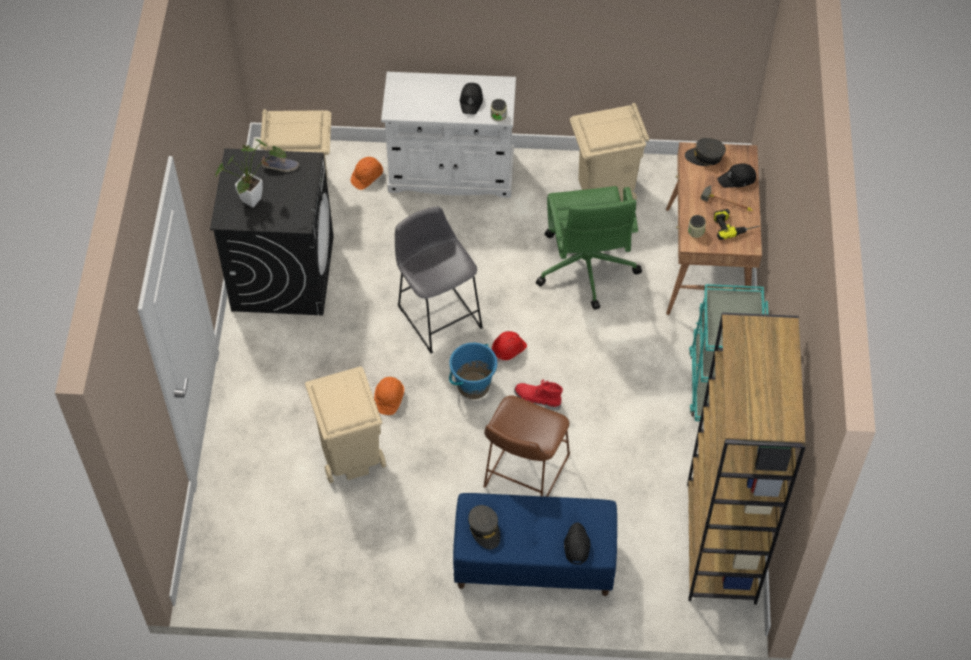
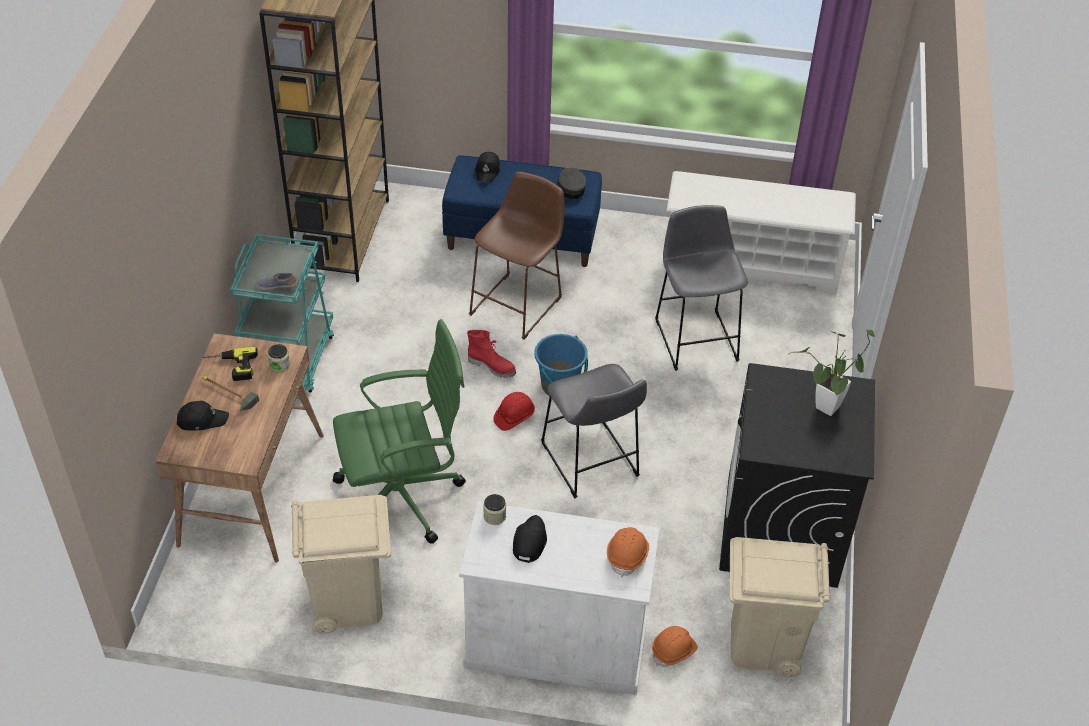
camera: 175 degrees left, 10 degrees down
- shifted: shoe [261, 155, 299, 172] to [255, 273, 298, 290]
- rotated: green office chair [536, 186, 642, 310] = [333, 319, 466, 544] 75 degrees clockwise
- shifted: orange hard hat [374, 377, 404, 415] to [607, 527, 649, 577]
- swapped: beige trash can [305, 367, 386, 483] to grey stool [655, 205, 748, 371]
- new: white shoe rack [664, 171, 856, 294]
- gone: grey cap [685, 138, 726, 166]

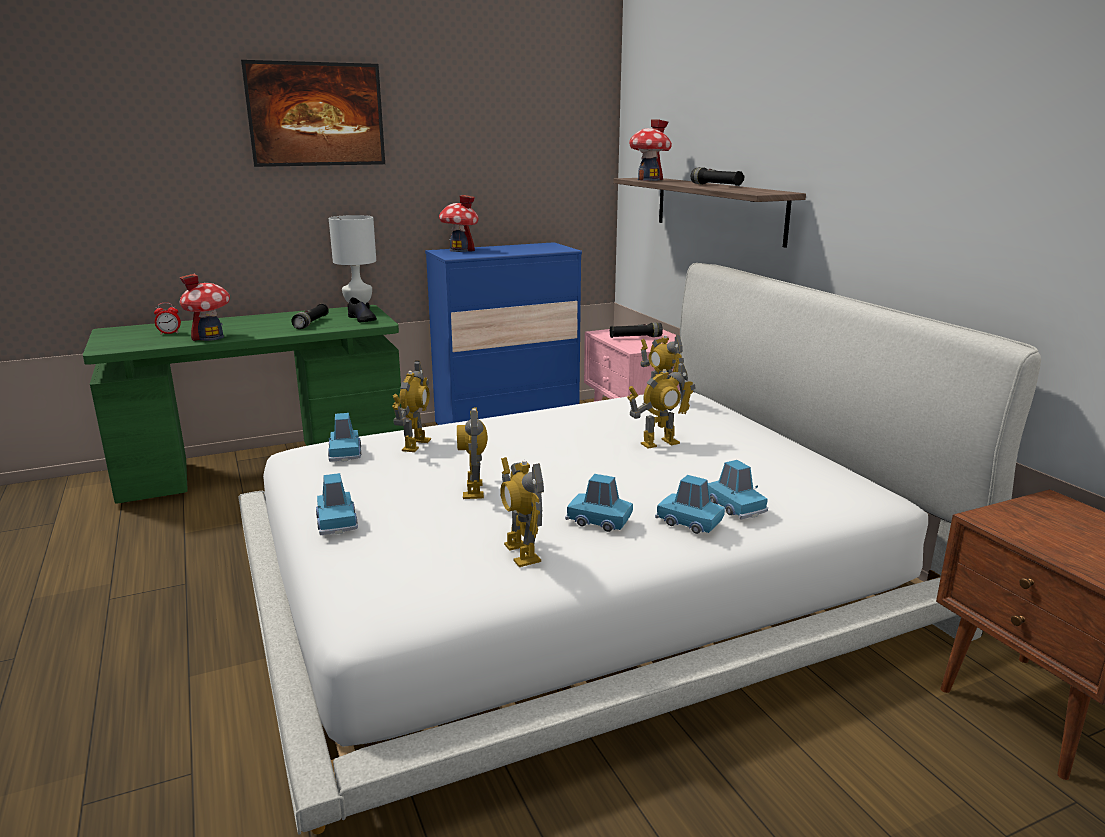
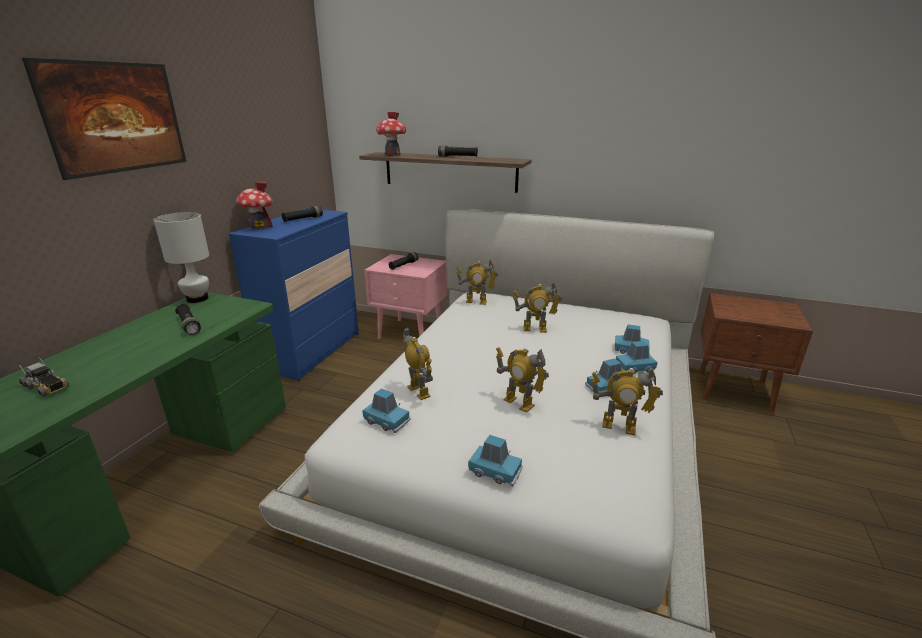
camera: 45 degrees left, 5 degrees up
- swapped: alarm clock [154, 303, 181, 334] to toy truck [19, 357, 69, 397]
- new: black flashlight [282, 206, 323, 222]
- rotated: toy robot [627, 362, 696, 449] = [513, 282, 562, 333] 75 degrees clockwise
- gone: toy house [179, 274, 230, 341]
- gone: black shoe [348, 297, 377, 322]

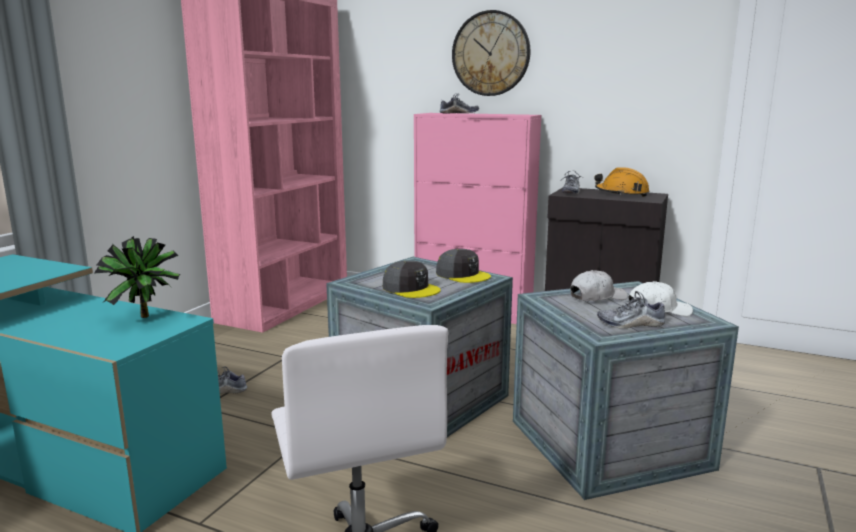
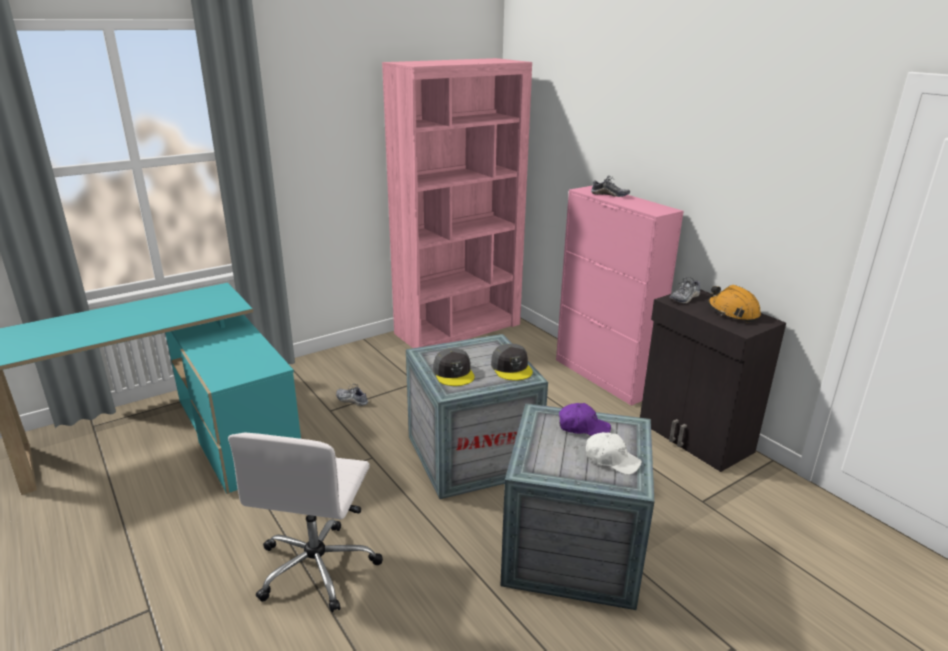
camera: 30 degrees right, 10 degrees up
- repainted: white cap [571, 270, 627, 301] to purple cap [559, 403, 611, 436]
- gone: potted plant [94, 236, 181, 318]
- gone: wall clock [452, 10, 531, 96]
- gone: shoe [597, 291, 665, 329]

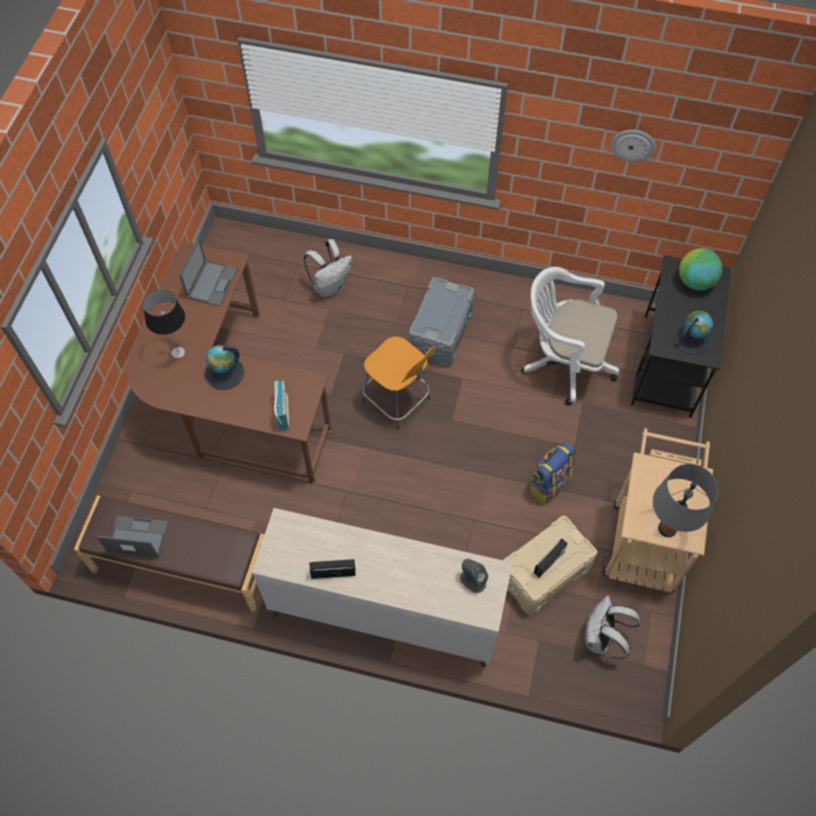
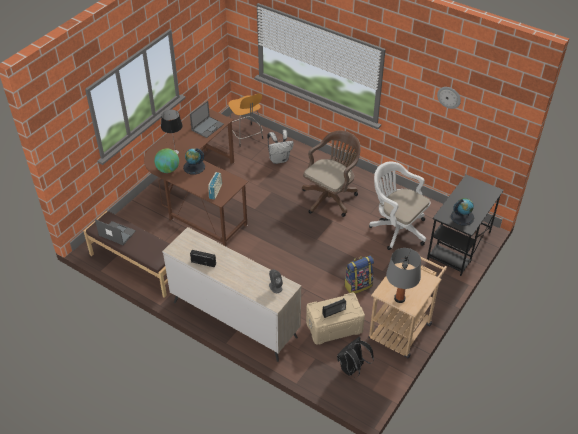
camera: 20 degrees right, 15 degrees down
- shifted: globe [679, 248, 723, 290] to [154, 149, 179, 173]
- shifted: orange stool [362, 336, 436, 430] to [228, 94, 263, 147]
- swapped: grey storage box [409, 277, 474, 368] to brown office chair [302, 131, 361, 217]
- repainted: white backpack [585, 595, 640, 659] to black backpack [337, 336, 374, 377]

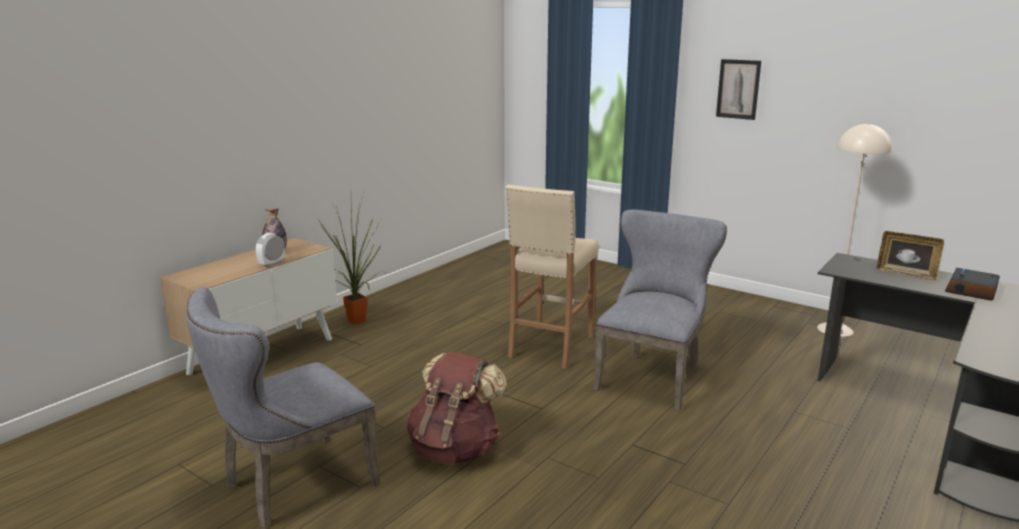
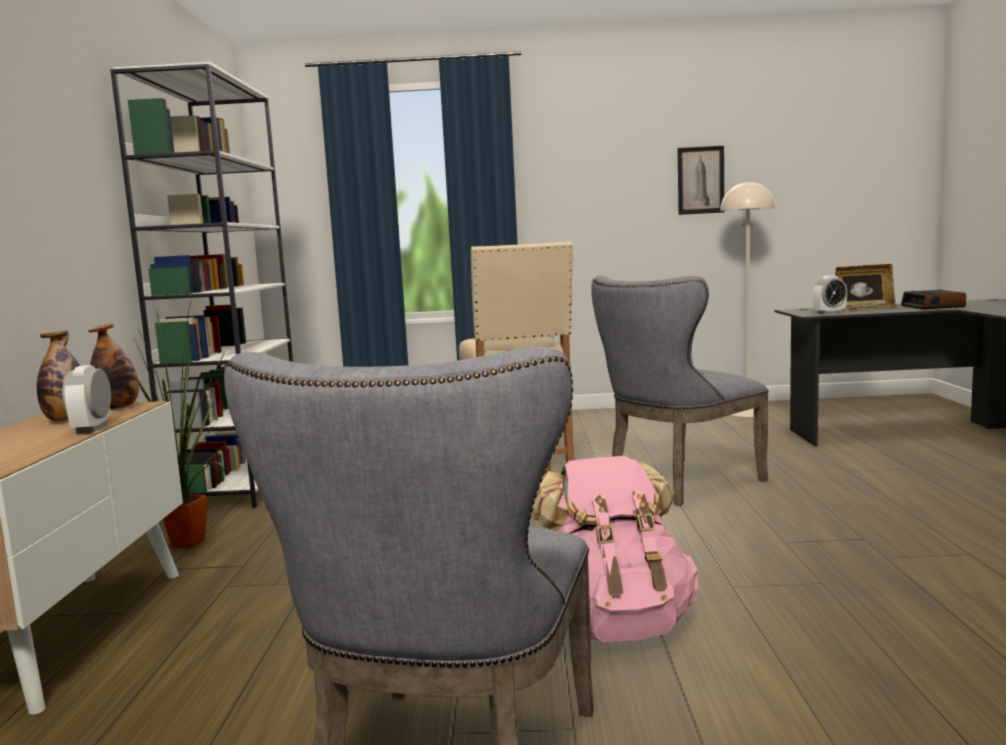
camera: 35 degrees left, 10 degrees down
- new: bottle [88, 324, 139, 409]
- new: white bookcase [110, 62, 293, 508]
- repainted: brown backpack [406, 352, 507, 465] to pink backpack [531, 456, 698, 642]
- rotated: grey chair [593, 210, 727, 411] = [591, 276, 769, 506] 120 degrees counterclockwise
- shifted: picture [716, 59, 761, 120] to [678, 146, 724, 215]
- new: alarm clock [812, 275, 847, 314]

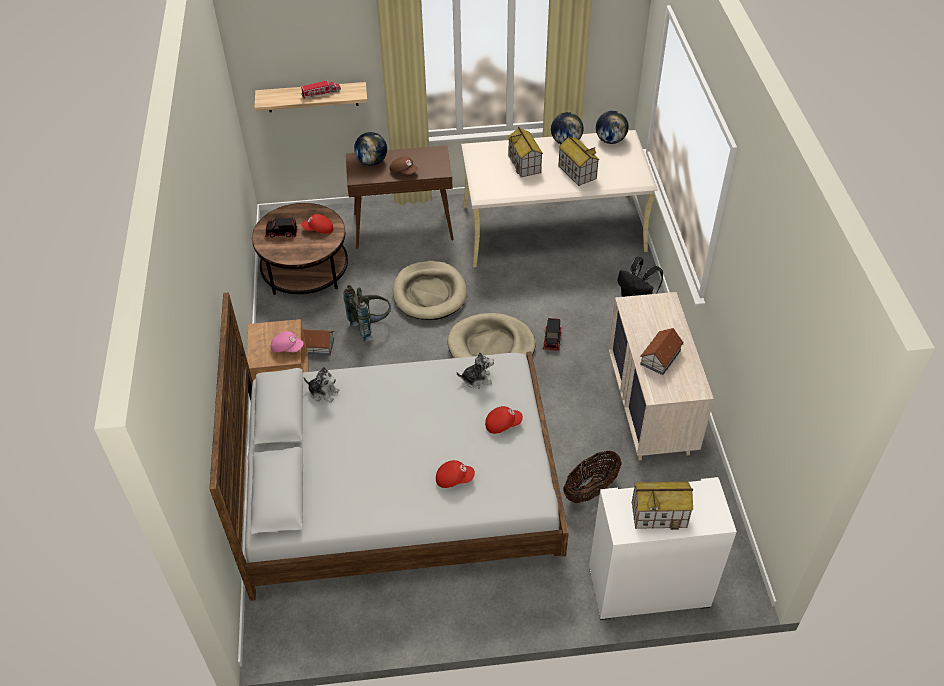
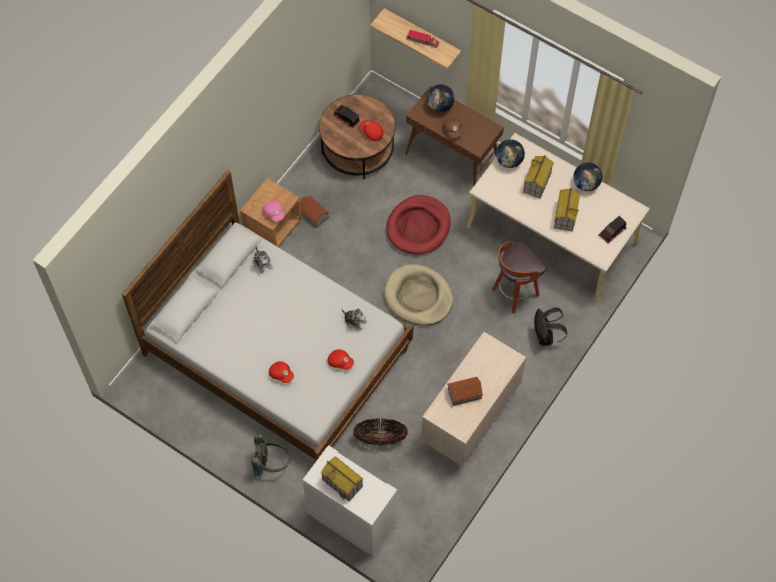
camera: 40 degrees right, 15 degrees up
- shifted: grey backpack [344, 285, 391, 342] to [251, 434, 291, 479]
- repainted: beige dog bed [393, 261, 467, 320] to red dog bed [386, 195, 450, 254]
- new: stool [492, 242, 546, 313]
- shifted: globe [596, 111, 628, 144] to [496, 139, 525, 168]
- shifted: toy truck [543, 318, 562, 351] to [598, 216, 627, 243]

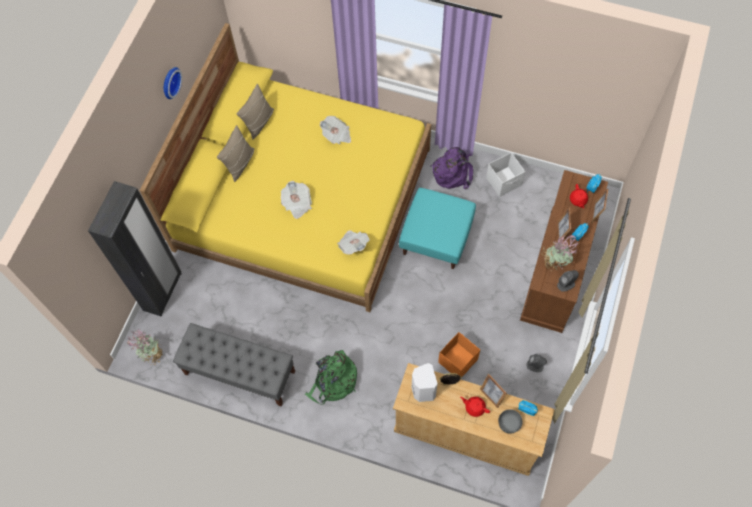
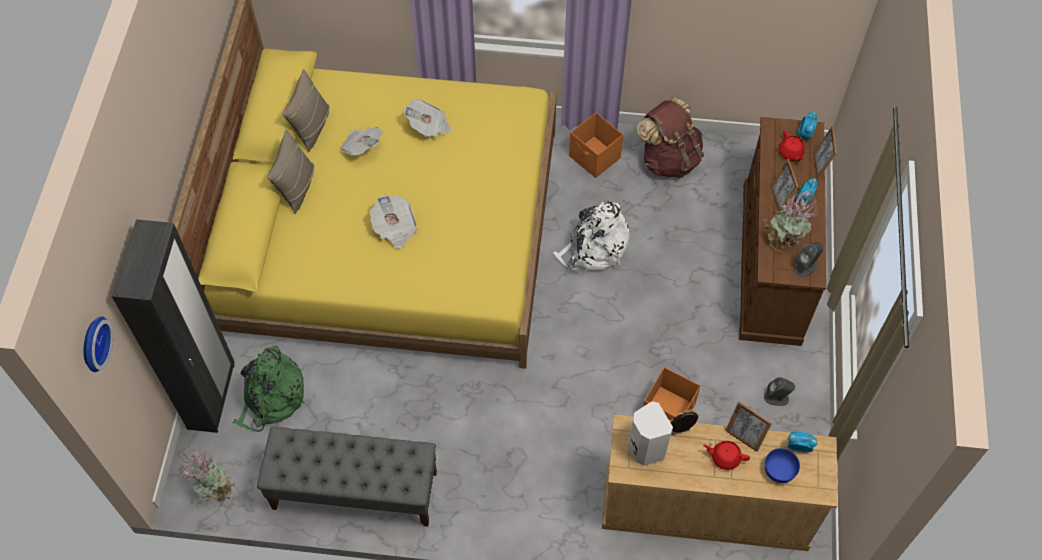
camera: 15 degrees left, 5 degrees down
- shifted: wall clock [164, 67, 182, 99] to [83, 316, 113, 372]
- shifted: green backpack [305, 350, 357, 405] to [233, 346, 305, 432]
- shifted: newspaper [337, 230, 370, 255] to [339, 127, 383, 155]
- swapped: turquoise ottoman [399, 188, 476, 269] to white backpack [553, 201, 630, 271]
- swapped: purple backpack [430, 147, 473, 189] to orange storage box [569, 113, 623, 178]
- swapped: white storage box [486, 152, 525, 197] to brown backpack [637, 97, 704, 178]
- repainted: grey bowl [499, 409, 522, 434] to blue bowl [765, 448, 800, 483]

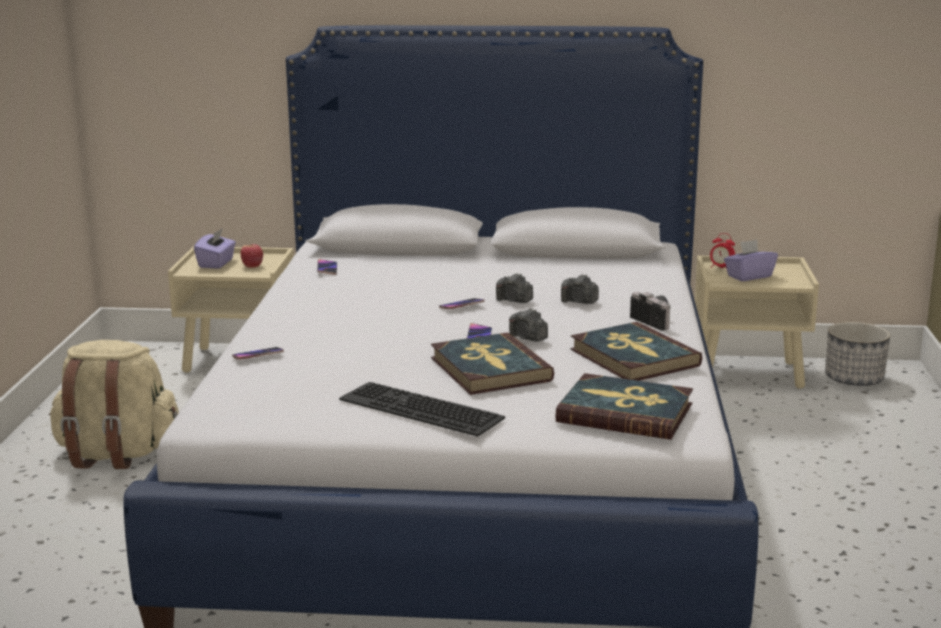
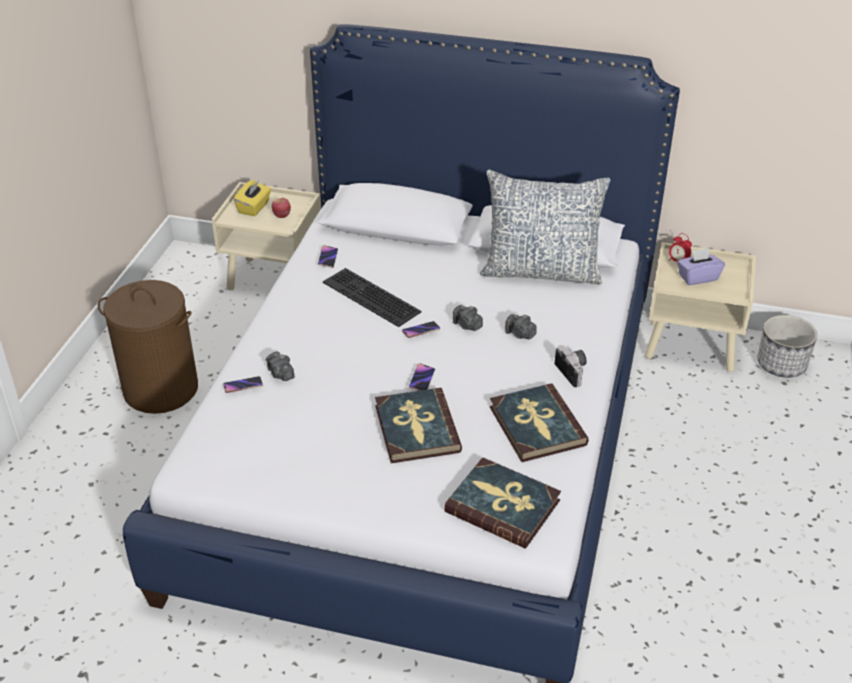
camera: 10 degrees right, 20 degrees up
- swapped: beige backpack [49, 340, 179, 469] to brown laundry basket [98, 280, 198, 414]
- repainted: purple tissue box [194, 228, 236, 269] to yellow tissue box [234, 180, 271, 216]
- shifted: photo camera [509, 308, 548, 342] to [266, 351, 295, 381]
- shifted: keyboard [339, 382, 505, 437] to [323, 268, 421, 327]
- new: pillow [480, 170, 610, 284]

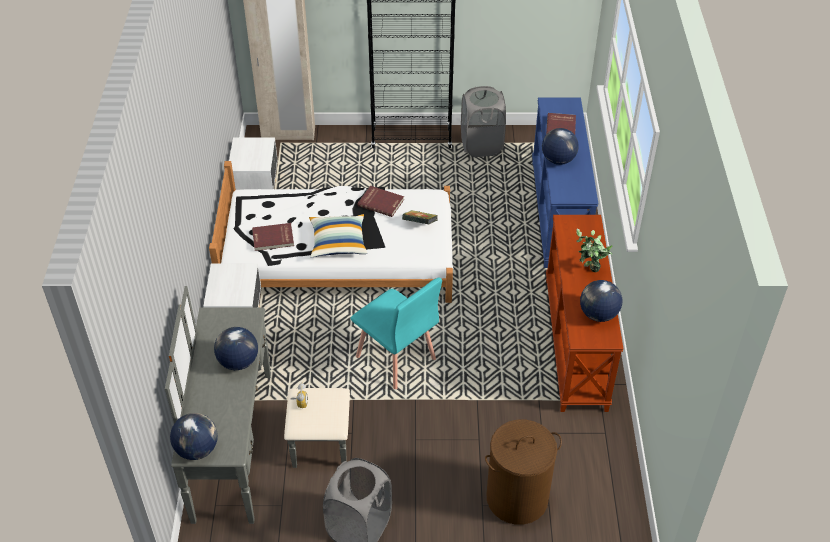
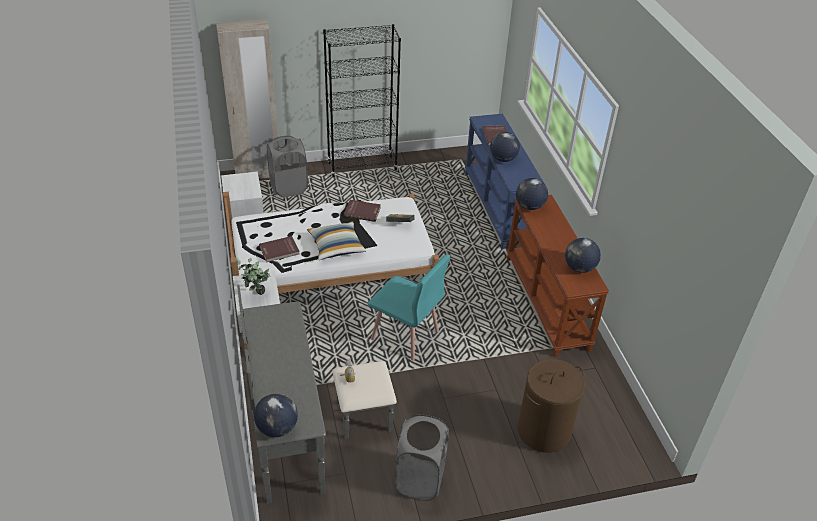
camera: 15 degrees left, 5 degrees down
- shifted: potted plant [576, 229, 613, 272] to [236, 258, 271, 295]
- shifted: grey laundry basket [461, 86, 506, 157] to [267, 135, 308, 197]
- shifted: globe [214, 327, 258, 370] to [516, 178, 548, 210]

